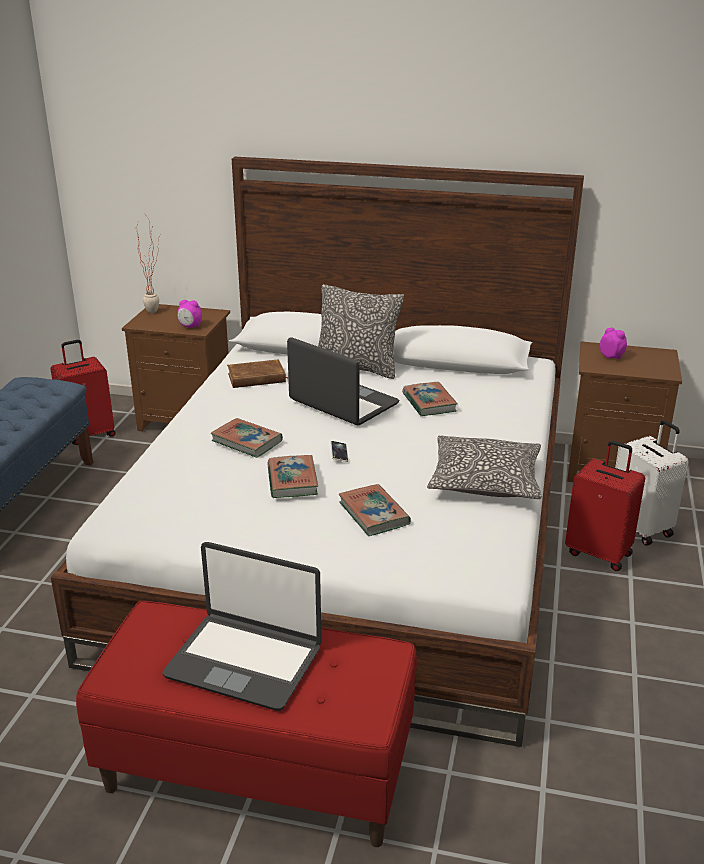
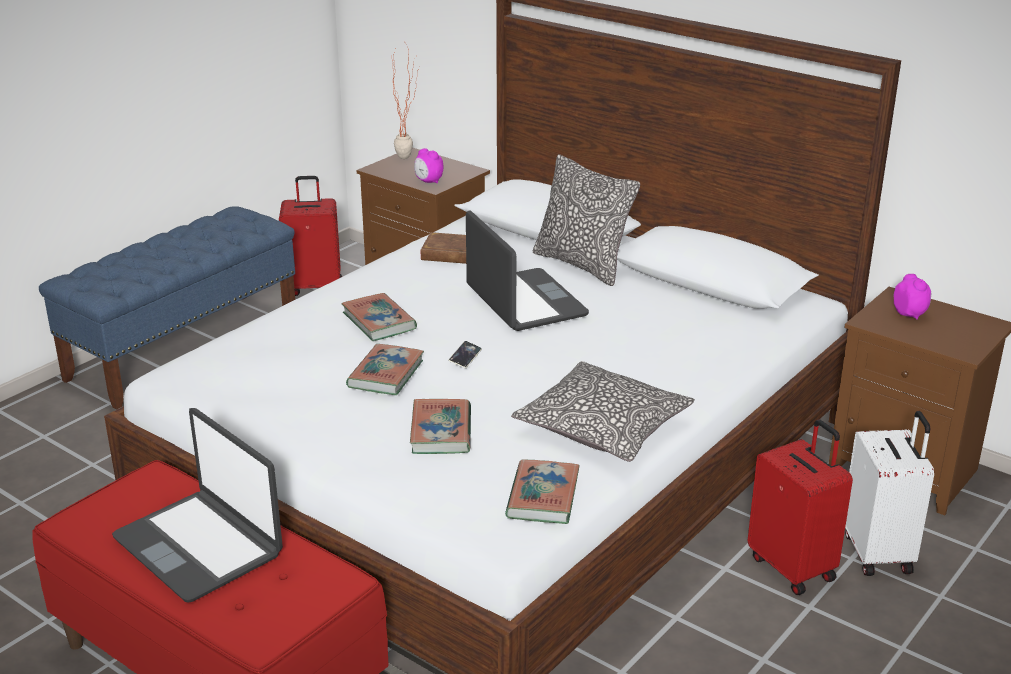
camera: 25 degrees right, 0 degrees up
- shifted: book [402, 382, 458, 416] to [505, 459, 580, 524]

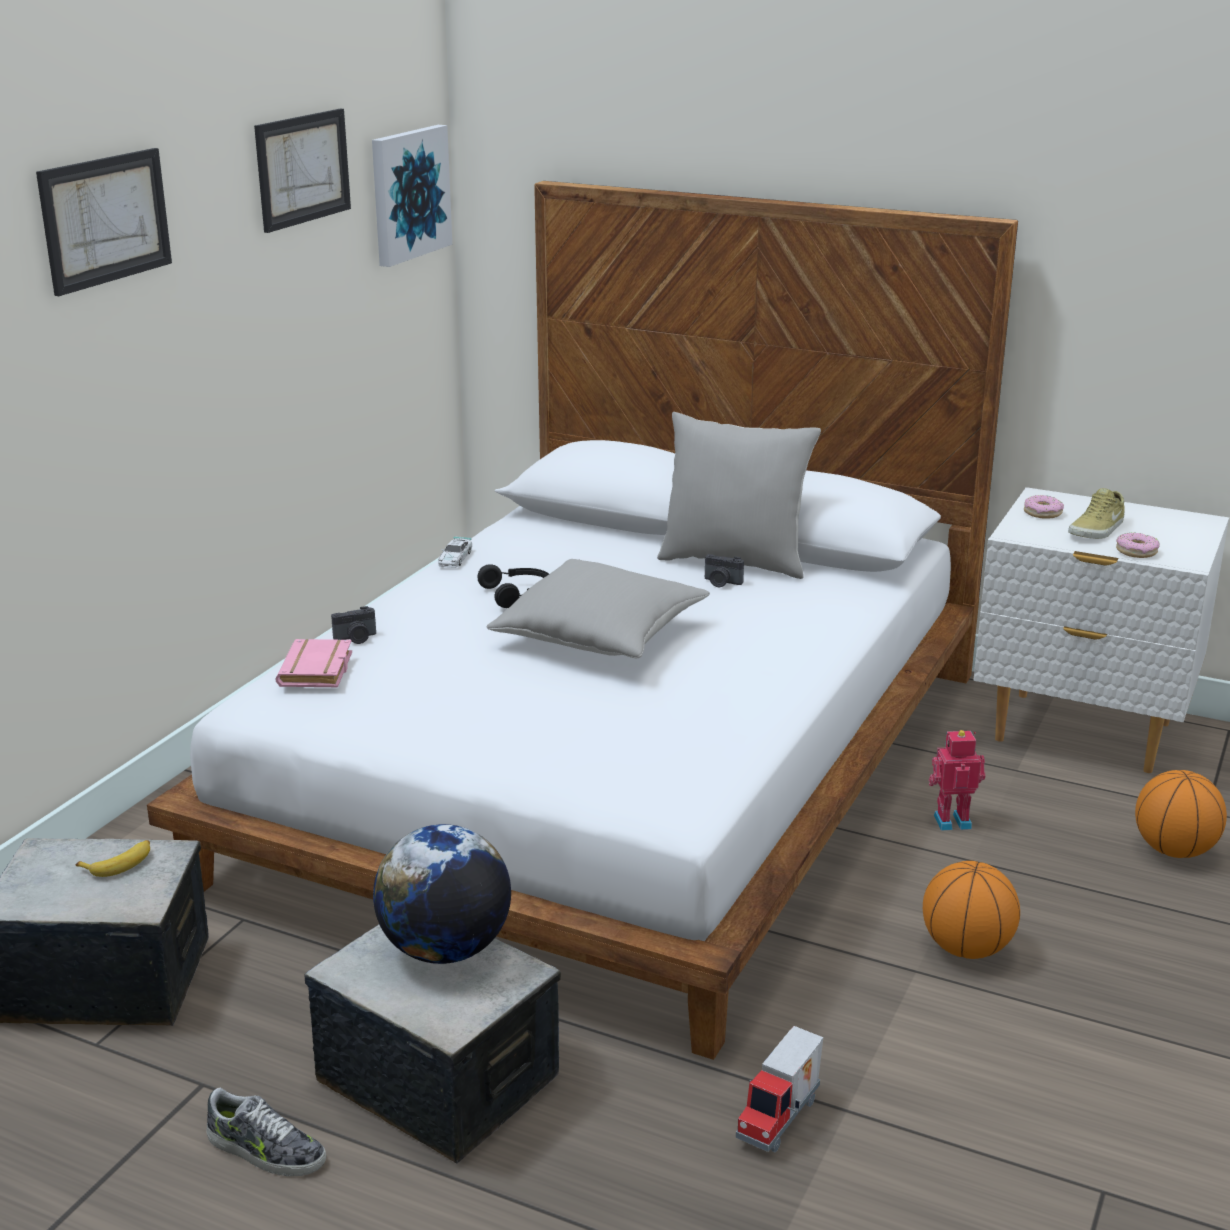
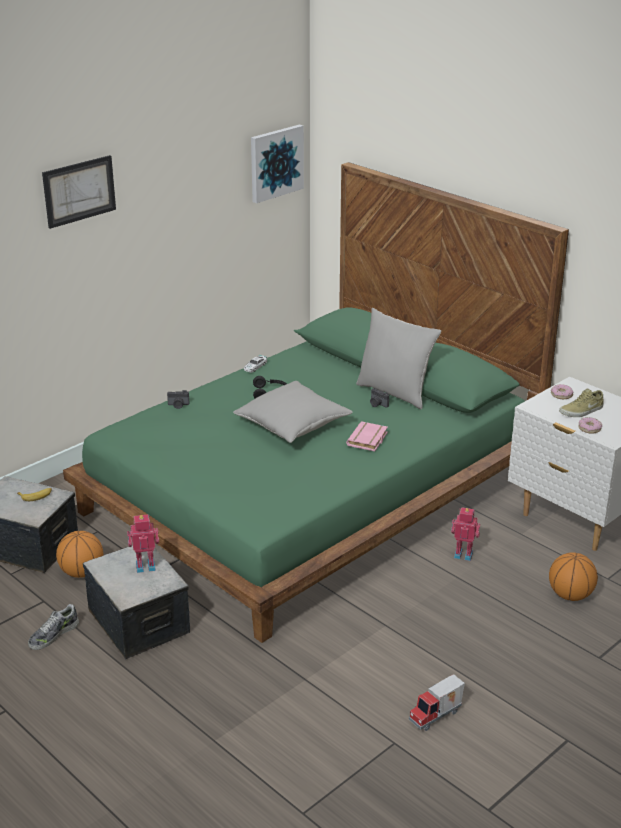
camera: 20 degrees right, 5 degrees up
- rotated: shoe [206, 1088, 326, 1177] = [28, 604, 79, 650] 90 degrees clockwise
- shifted: basketball [923, 861, 1020, 959] to [56, 531, 103, 578]
- repainted: white bed [147, 181, 1018, 1060] to green bed [63, 162, 569, 643]
- swapped: globe [373, 824, 511, 964] to toy robot [127, 514, 159, 573]
- shifted: pink book [275, 639, 352, 687] to [346, 421, 388, 451]
- shifted: toy truck [736, 1026, 823, 1152] to [409, 674, 465, 731]
- gone: picture [254, 109, 351, 233]

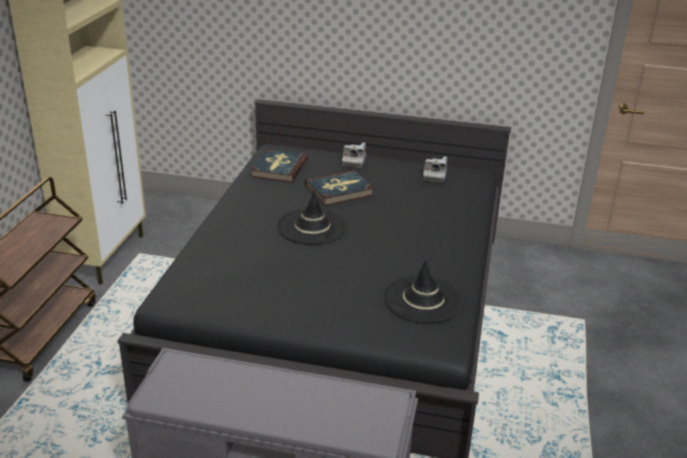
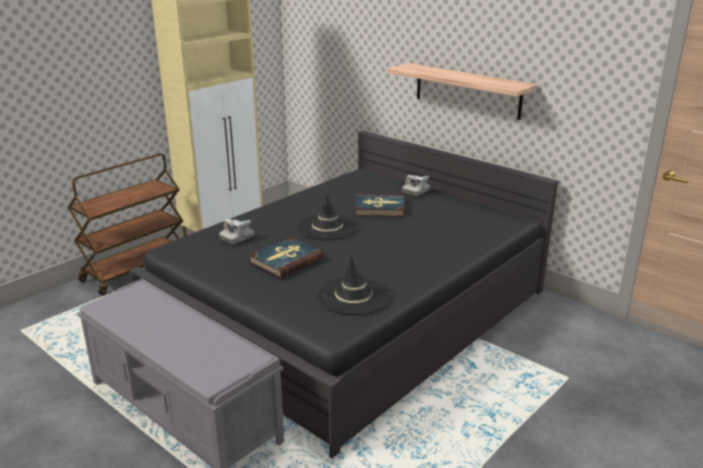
camera: 30 degrees right, 5 degrees down
- shifted: photo camera [423, 156, 447, 182] to [219, 219, 255, 244]
- shifted: book [250, 148, 308, 183] to [248, 237, 323, 278]
- new: shelf [387, 63, 538, 120]

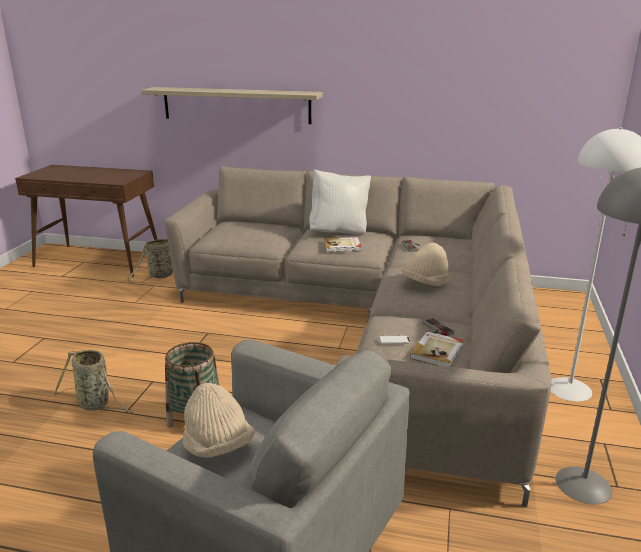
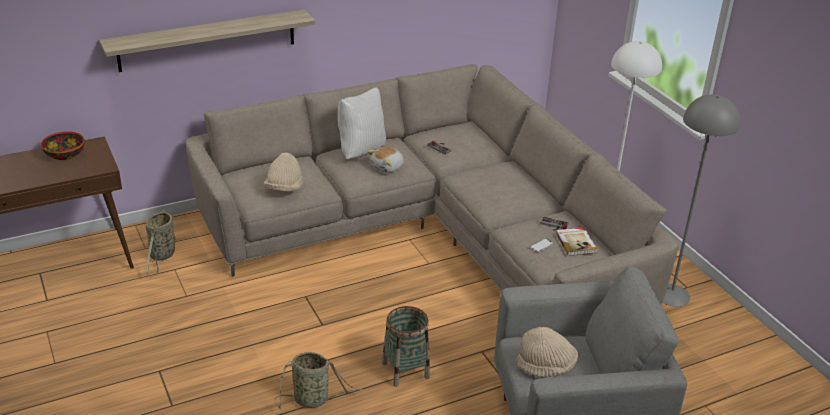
camera: 40 degrees left, 10 degrees up
- new: bowl [41, 131, 85, 160]
- shifted: beige hat [401, 243, 449, 286] to [264, 153, 303, 192]
- swapped: book [324, 237, 361, 252] to plush toy [367, 147, 404, 173]

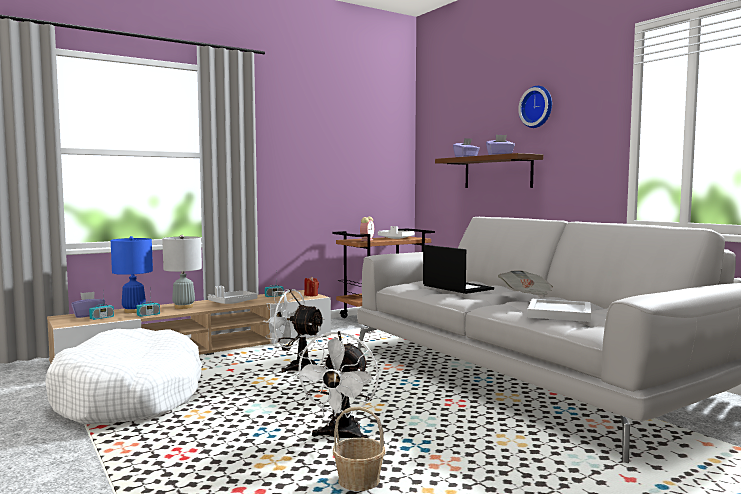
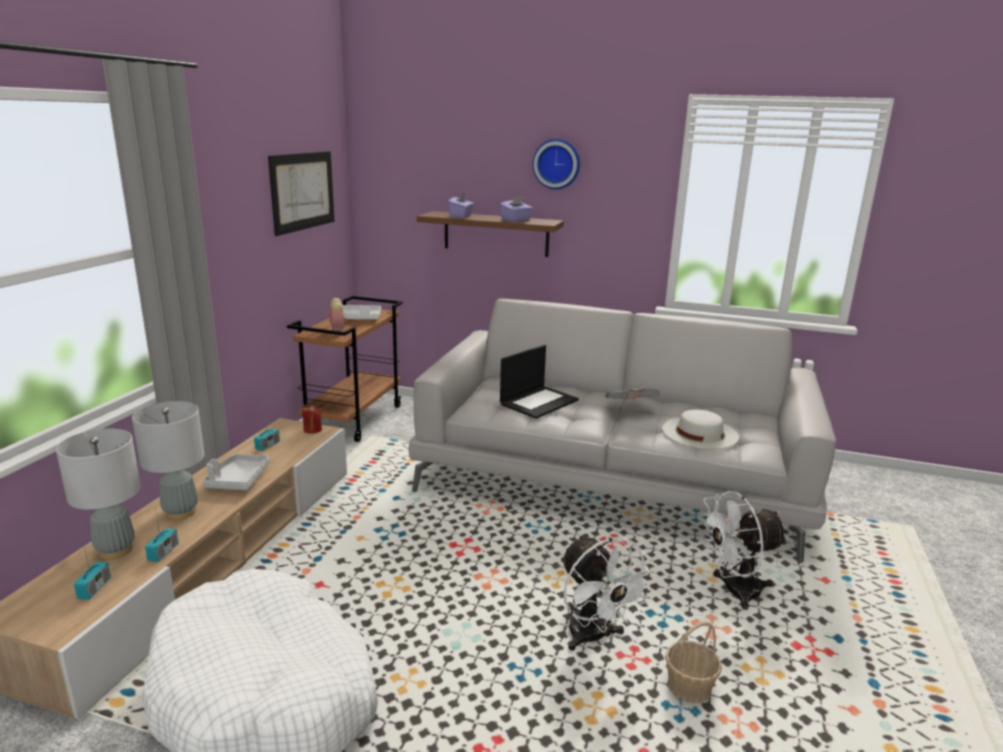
camera: 40 degrees left, 15 degrees up
- repainted: blue table lamp [111, 236, 153, 313] to grey table lamp [56, 429, 141, 559]
- new: picture [268, 151, 335, 236]
- rotated: laptop [423, 245, 494, 294] = [500, 345, 579, 419] 120 degrees clockwise
- swapped: white tray [527, 299, 591, 322] to white hat [662, 410, 739, 449]
- shifted: white fan [263, 289, 325, 372] to [698, 491, 788, 610]
- gone: purple tissue box [71, 292, 105, 318]

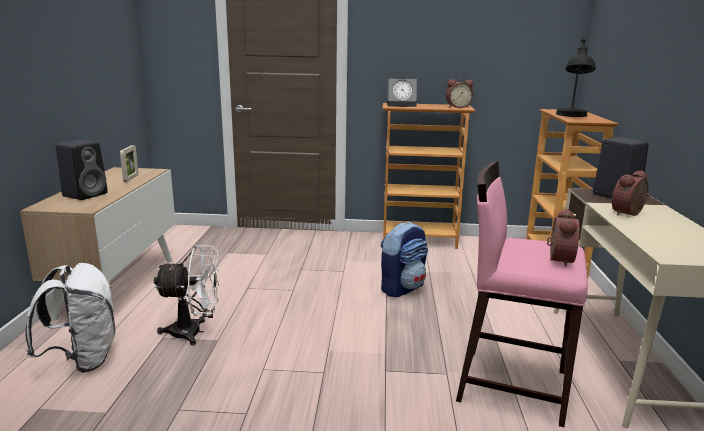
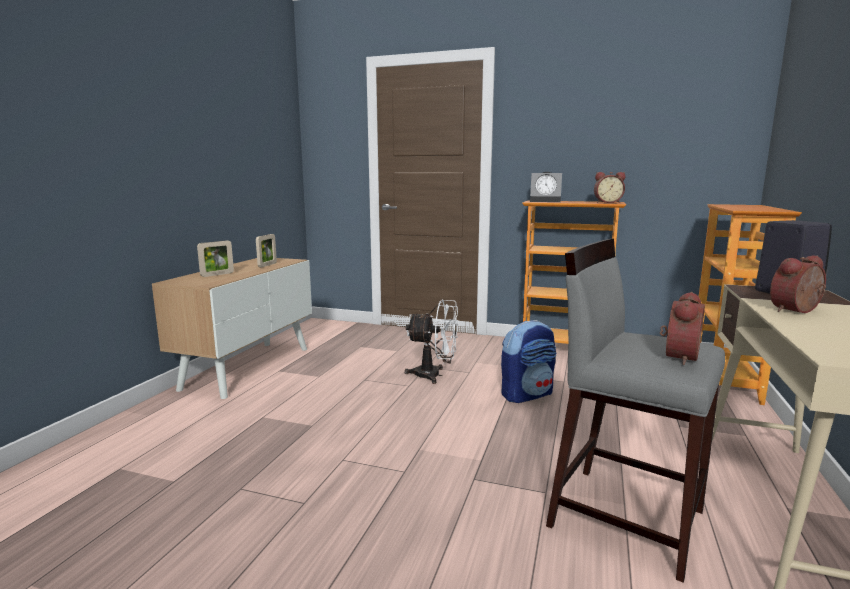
camera: 15 degrees right, 5 degrees down
- swapped: black speaker [56, 140, 108, 200] to picture frame [197, 240, 234, 277]
- shifted: white fan [154, 245, 220, 346] to [405, 300, 459, 384]
- repainted: pink stool [456, 161, 588, 427] to grey stool [546, 238, 725, 583]
- gone: white backpack [25, 263, 115, 373]
- gone: black table lamp [556, 37, 596, 117]

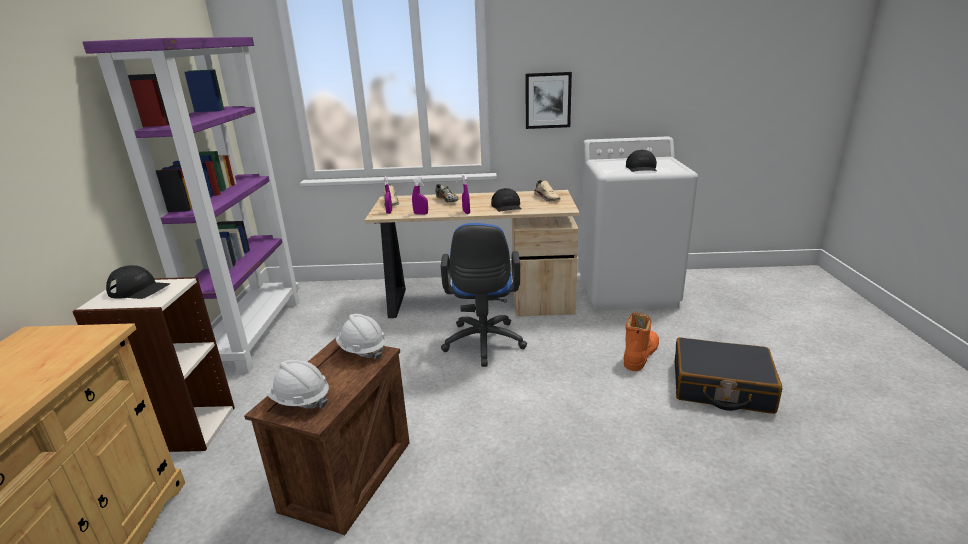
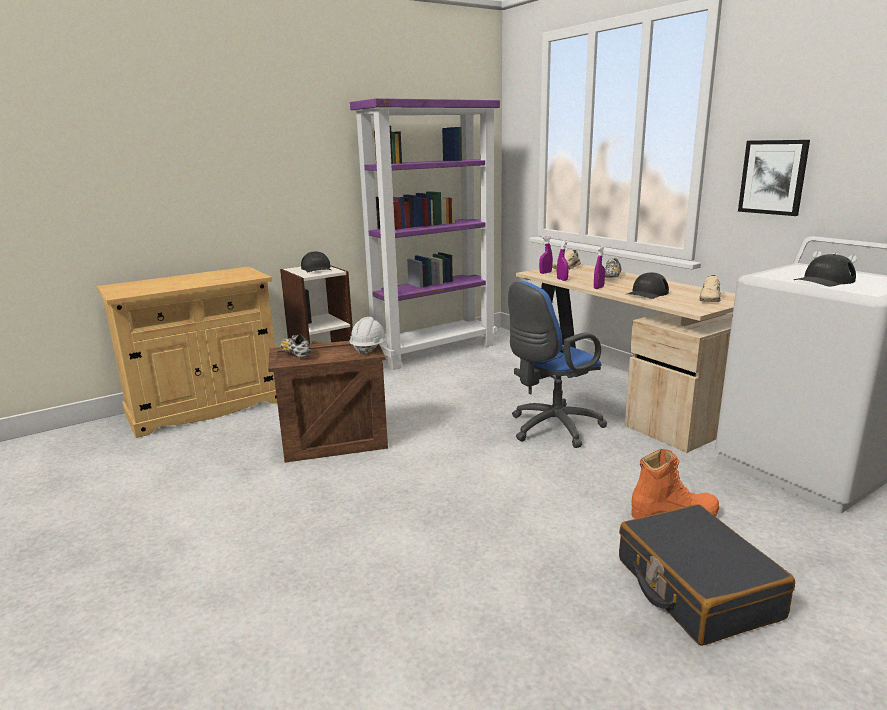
camera: 55 degrees right, 5 degrees down
- swapped: white hard hat [265, 360, 329, 409] to shoe [280, 334, 311, 358]

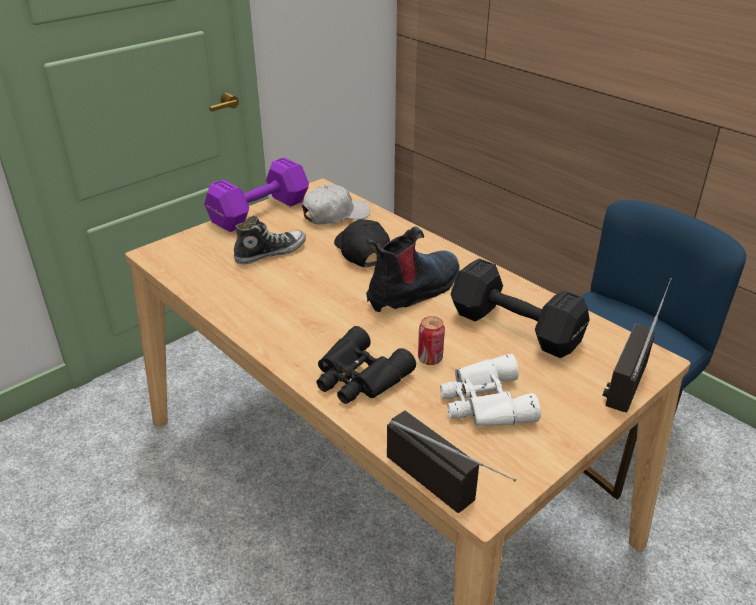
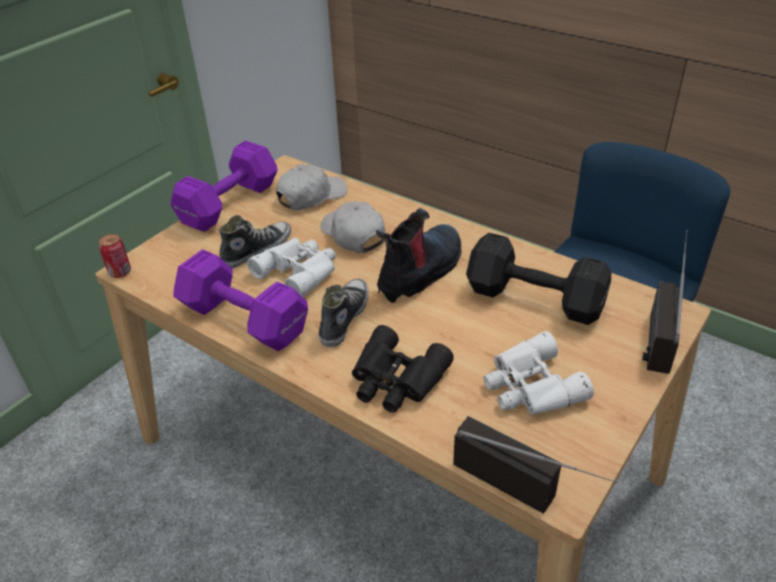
camera: 10 degrees left, 5 degrees up
- shifted: can [418, 316, 445, 365] to [99, 234, 131, 278]
- new: purple dumbbell [173, 249, 308, 351]
- new: white binoculars [247, 238, 336, 297]
- new: shoe [319, 279, 369, 347]
- repainted: black cap [334, 219, 390, 267] to white cap [320, 201, 385, 253]

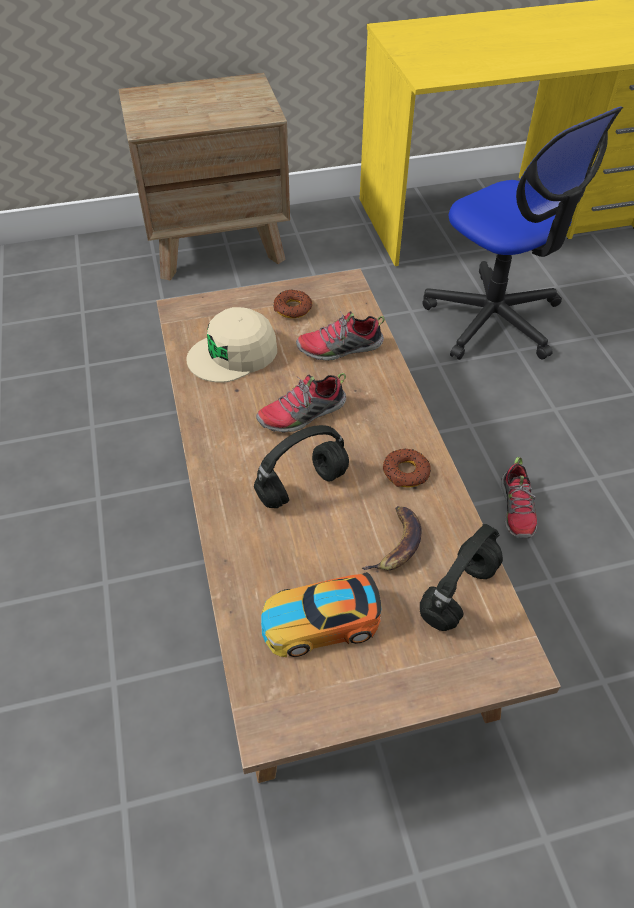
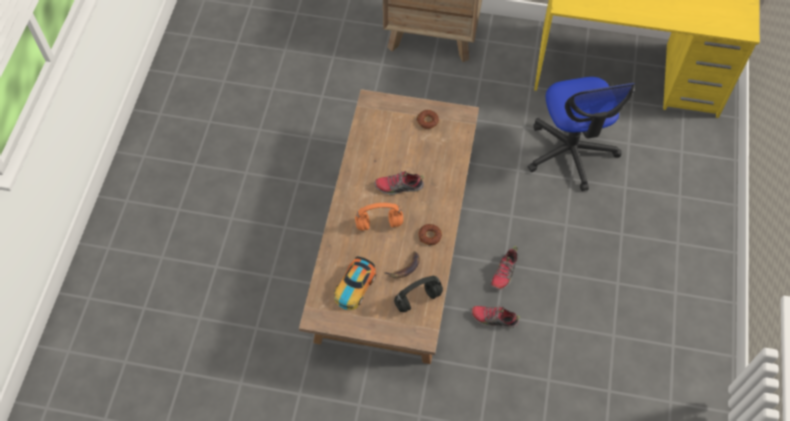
camera: 25 degrees right, 10 degrees up
- rotated: toy car [261, 572, 381, 657] = [334, 257, 376, 310] 75 degrees counterclockwise
- repainted: black headphones [254, 425, 349, 508] to orange headphones [355, 203, 403, 231]
- shifted: shoe [296, 311, 385, 361] to [471, 306, 520, 328]
- gone: beige cap [186, 307, 277, 383]

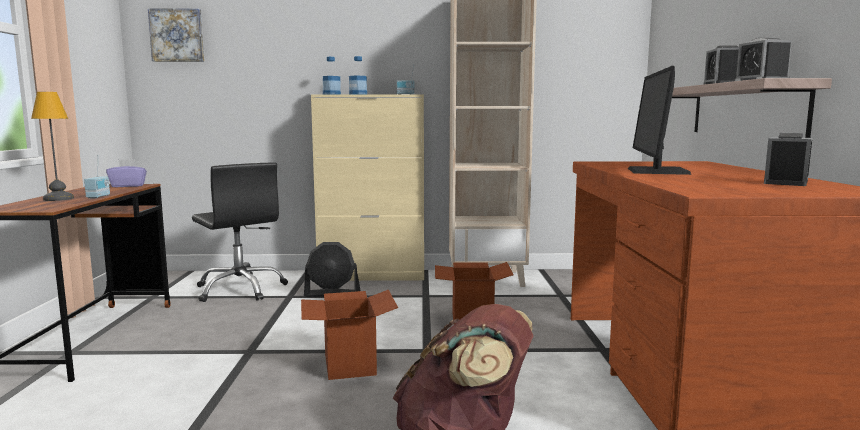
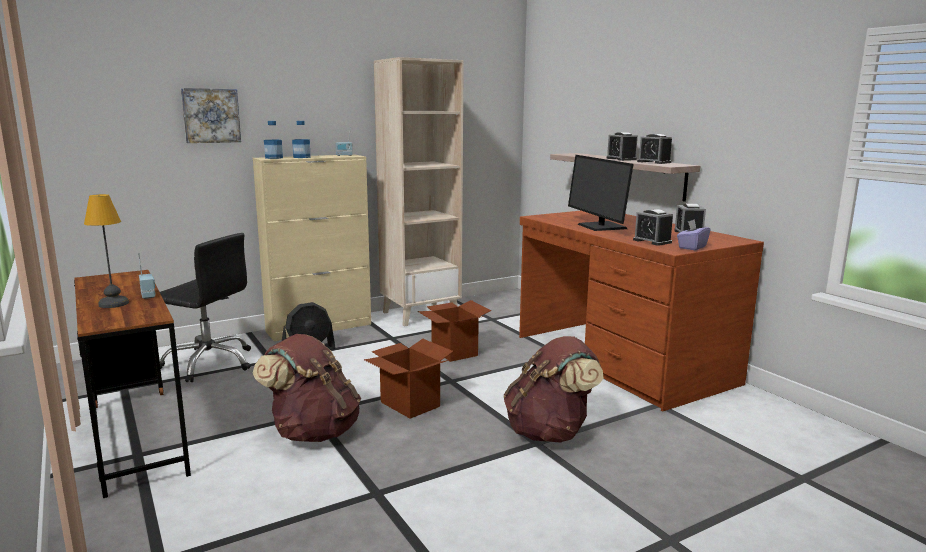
camera: 30 degrees left, 5 degrees up
- shifted: picture [148, 8, 204, 62] to [181, 88, 241, 143]
- new: brown backpack [253, 334, 361, 442]
- new: alarm clock [633, 209, 673, 246]
- shifted: purple tissue box [106, 159, 147, 187] to [677, 219, 710, 250]

